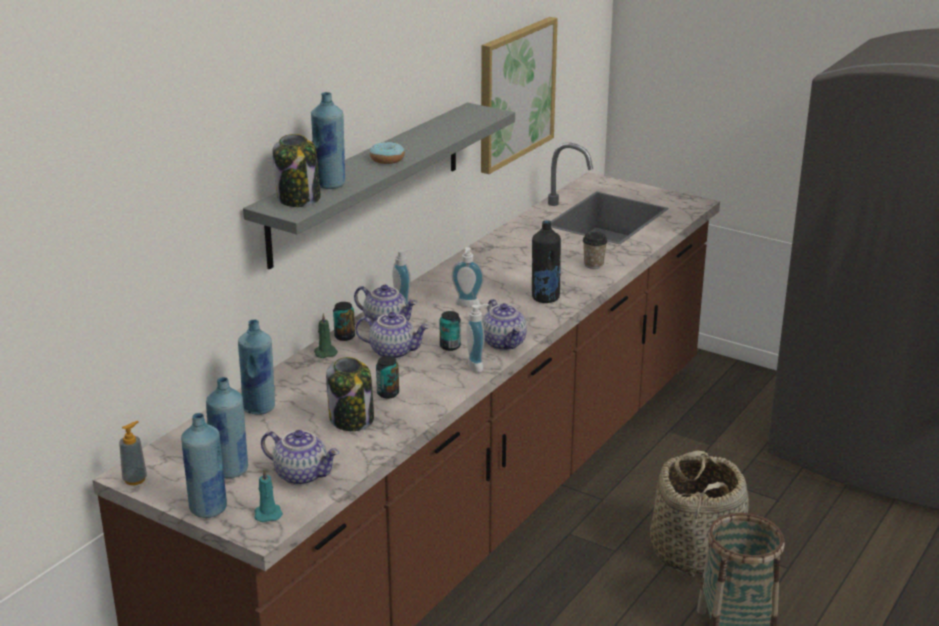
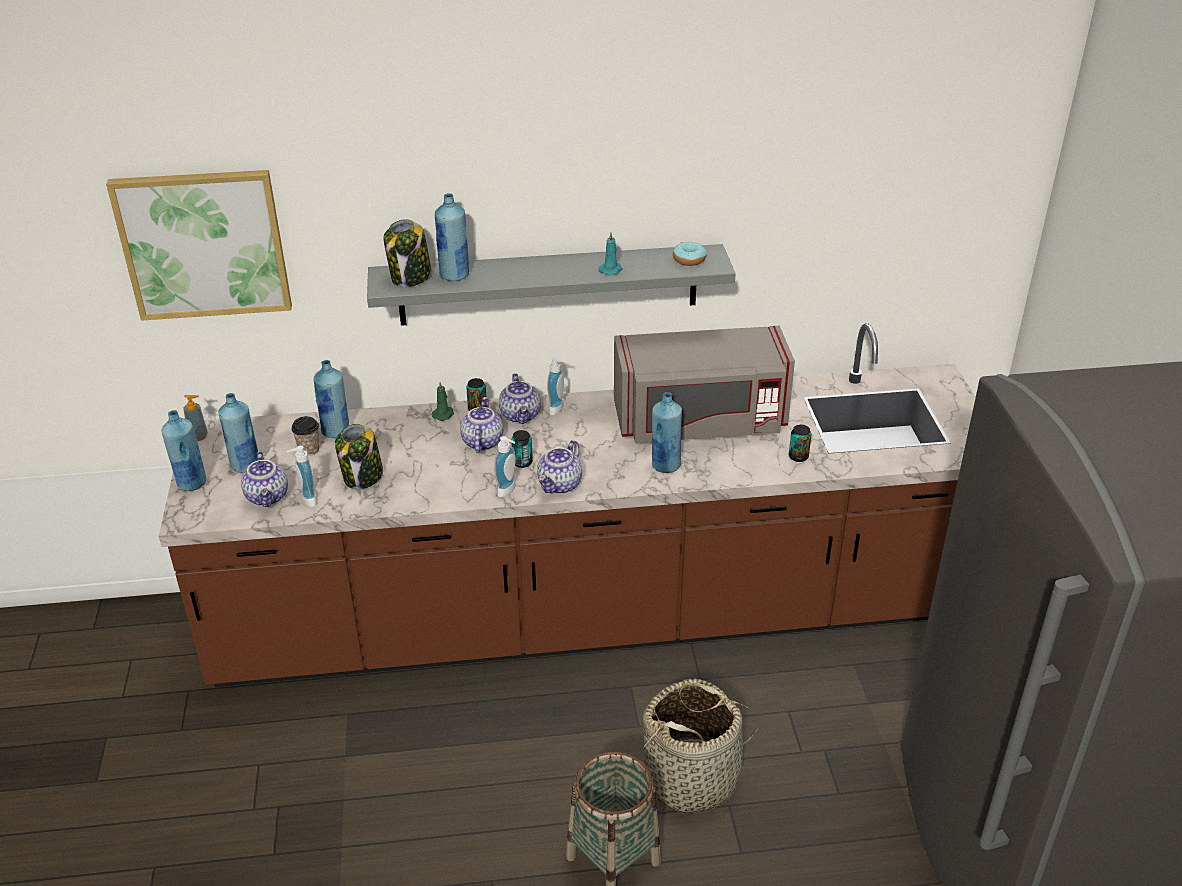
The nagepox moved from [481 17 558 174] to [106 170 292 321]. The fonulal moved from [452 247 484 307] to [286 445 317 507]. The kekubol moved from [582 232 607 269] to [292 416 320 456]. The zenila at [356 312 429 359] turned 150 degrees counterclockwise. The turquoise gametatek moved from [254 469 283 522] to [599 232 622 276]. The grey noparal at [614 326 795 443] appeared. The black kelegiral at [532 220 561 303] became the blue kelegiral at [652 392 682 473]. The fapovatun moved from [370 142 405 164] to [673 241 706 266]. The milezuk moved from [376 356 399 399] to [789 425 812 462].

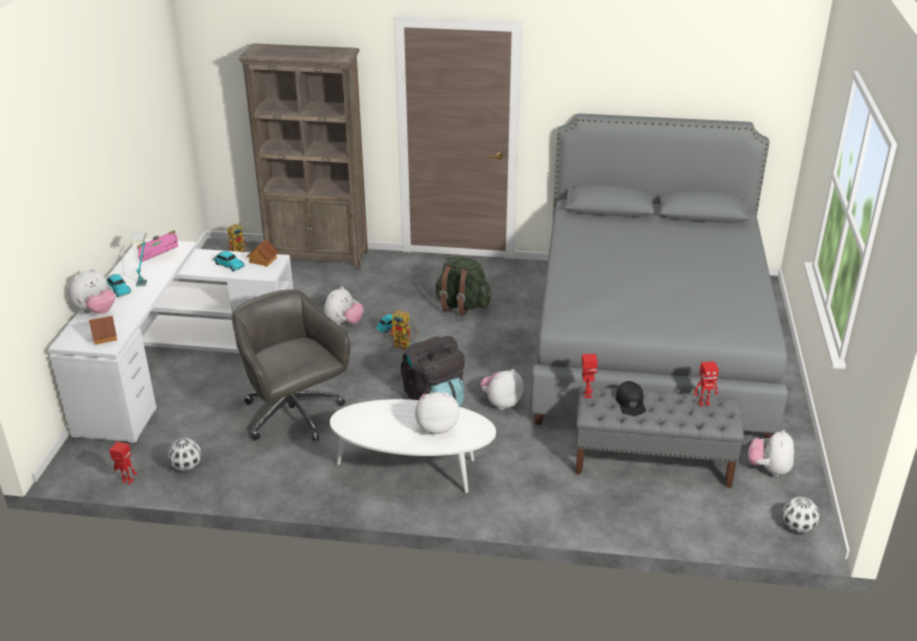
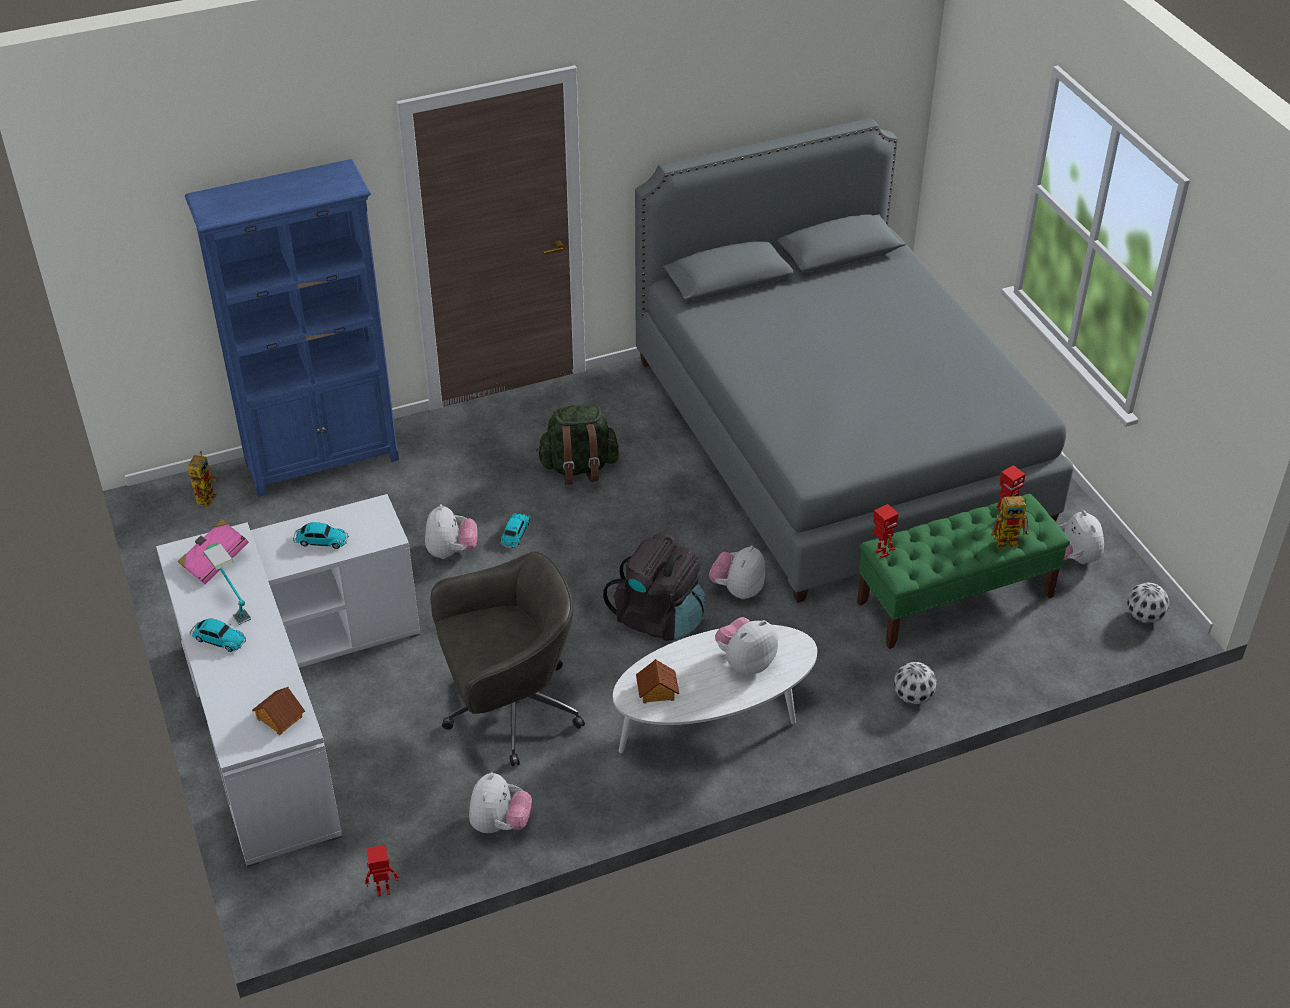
The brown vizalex at [238 43 368 270] became the blue vizalex at [185 159 399 497]. The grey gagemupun at [232 290 350 441] turned 135 degrees clockwise. The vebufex moved from [68 268 115 314] to [469 772 532 833]. The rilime moved from [246 239 279 267] to [636 659 679 704]. The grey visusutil at [576 386 744 488] became the green visusutil at [857 494 1070 649]. The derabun moved from [167 438 202 471] to [894 662 937 704]. The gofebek moved from [389 310 418 350] to [991 496 1029 549]. The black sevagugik at [616 381 646 416] disappeared.

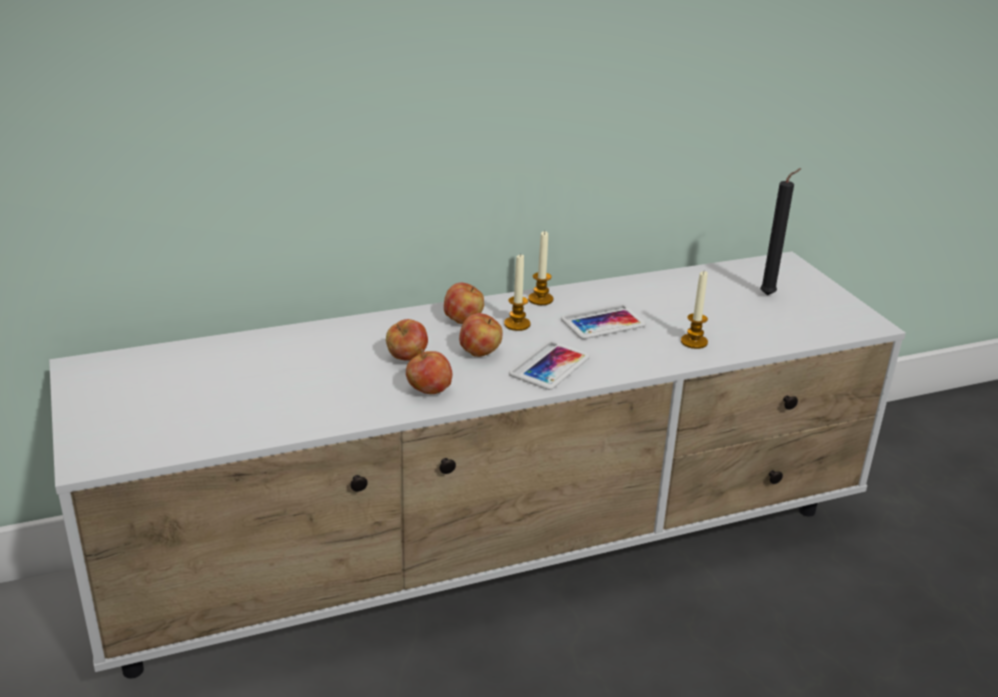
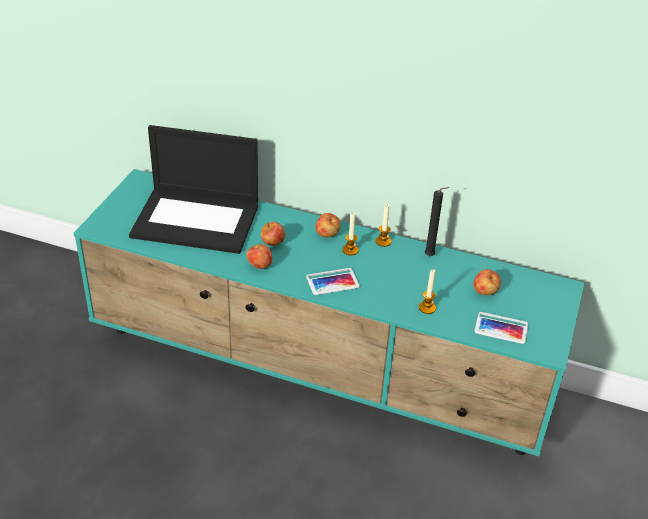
The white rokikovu at [49 251 906 679] became the turquoise rokikovu at [73 169 585 456]. The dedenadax at [129 125 258 254] appeared. The black gametatek moved from [760 168 802 295] to [425 187 450 256]. The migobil moved from [459 313 502 357] to [473 269 501 295]. The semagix moved from [561 304 646 339] to [475 312 528 344].

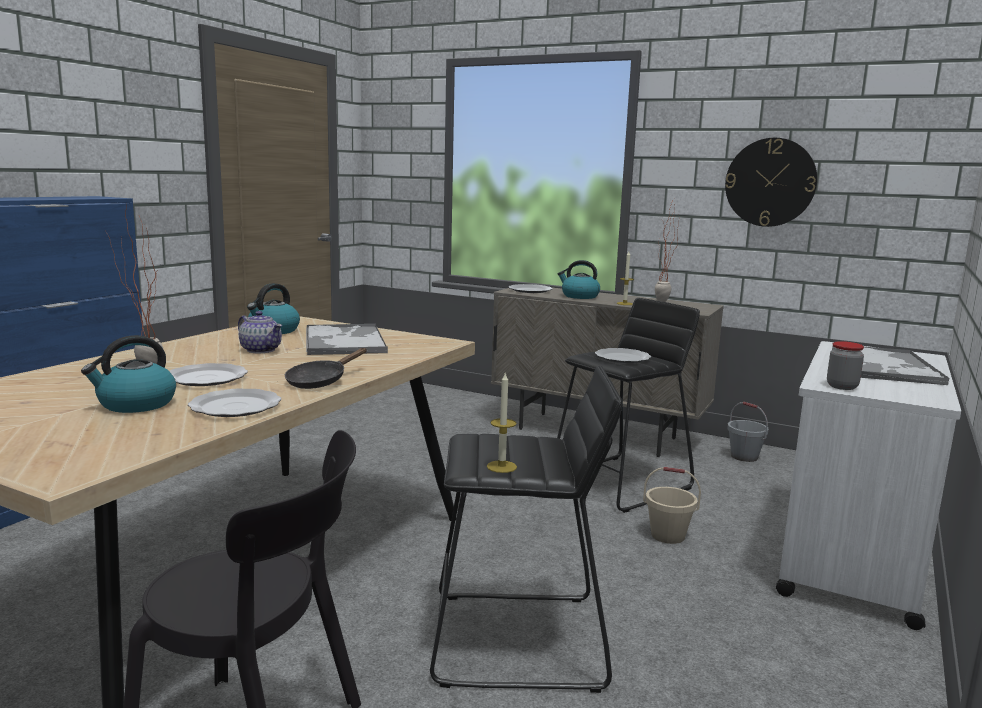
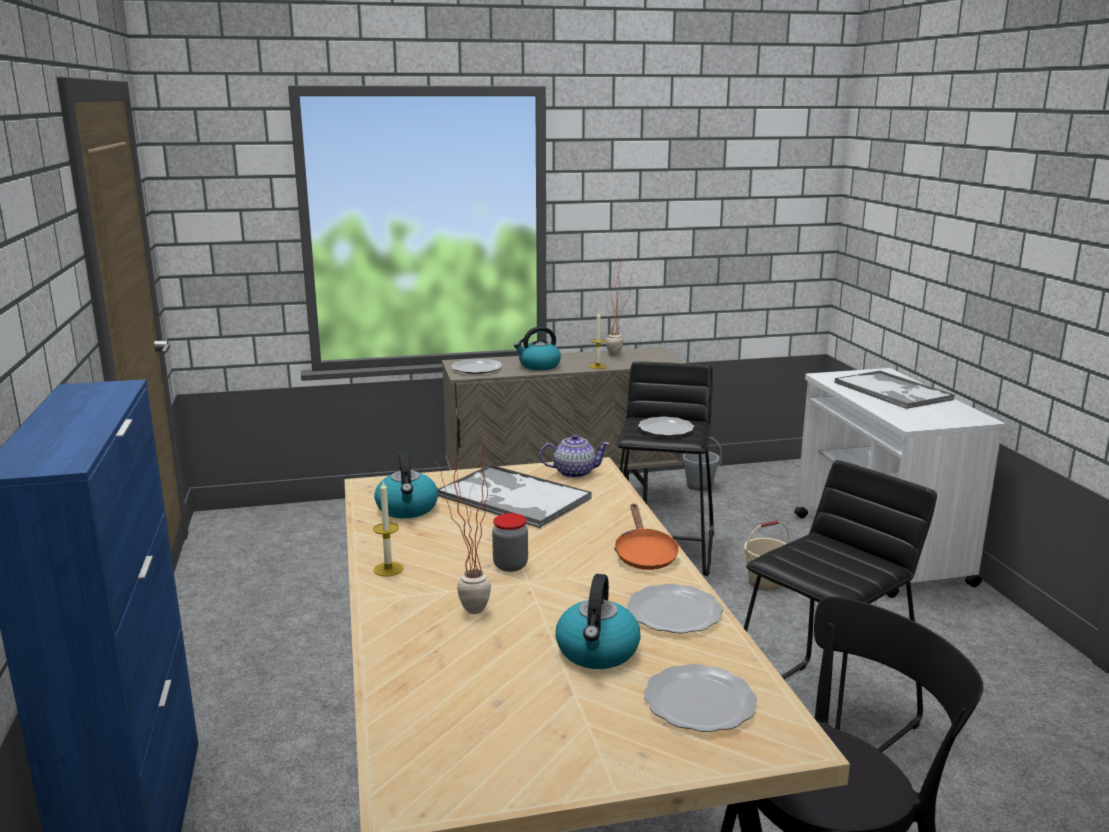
The gametatek moved from [487 373 517 473] to [373 482 403 577]. The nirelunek moved from [827 341 864 390] to [492 513 528 572]. The zenila moved from [238 311 282 353] to [540 434 610 478]. The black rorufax at [285 348 367 389] became the orange rorufax at [614 504 679 570]. The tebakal moved from [169 363 248 386] to [644 664 757 732]. The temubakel at [725 138 817 227] disappeared.

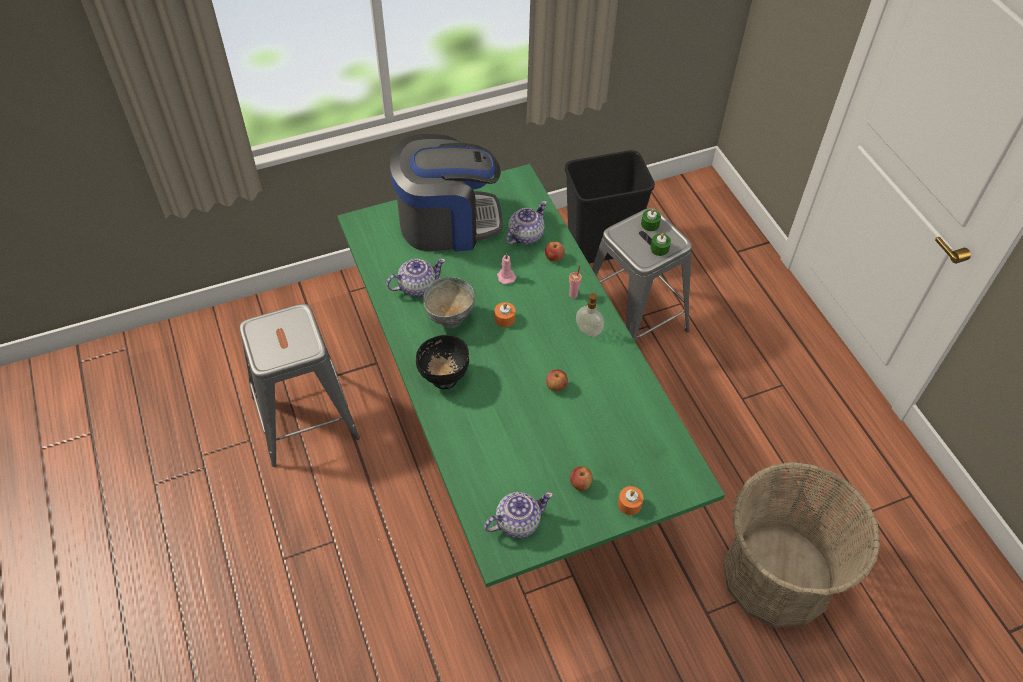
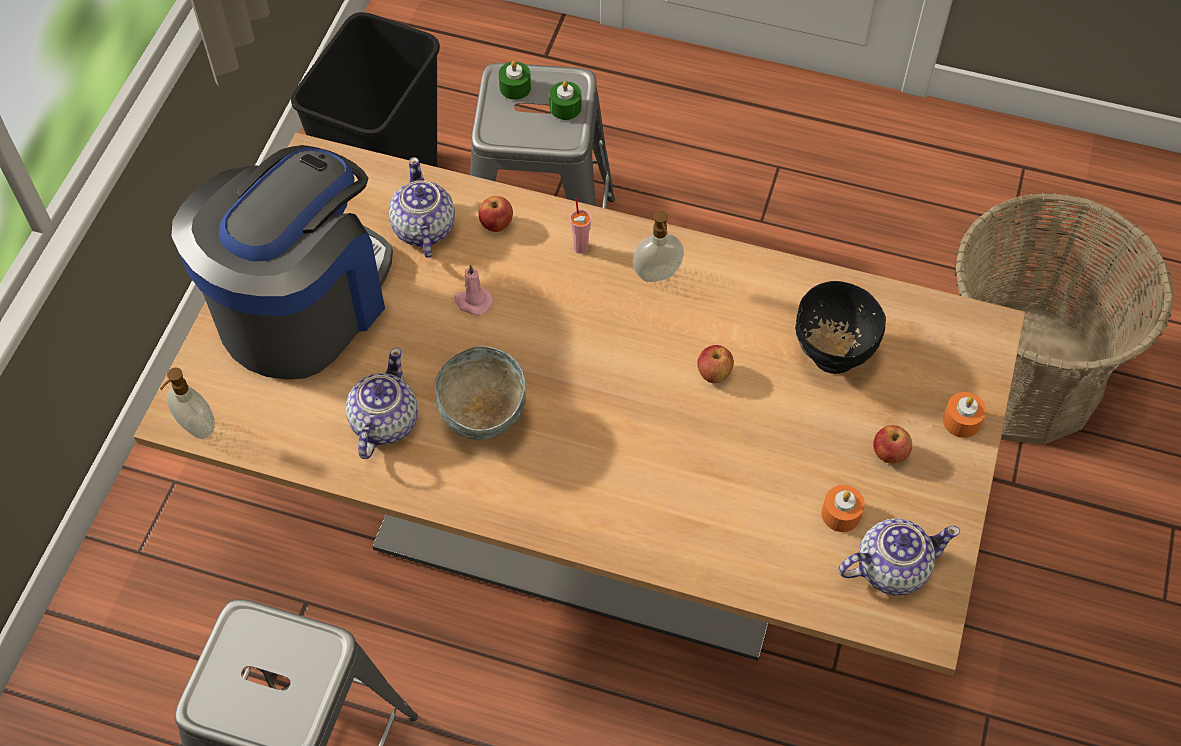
The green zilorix at [338 164 725 588] became the beige zilorix at [133 133 1025 675]. The fonulal at [160 367 215 439] appeared. The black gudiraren moved from [416 335 469 389] to [795 281 886 374]. The orange gametatek moved from [495 302 515 327] to [821 485 865 532]. The zenila at [484 492 553 538] turned 60 degrees clockwise.

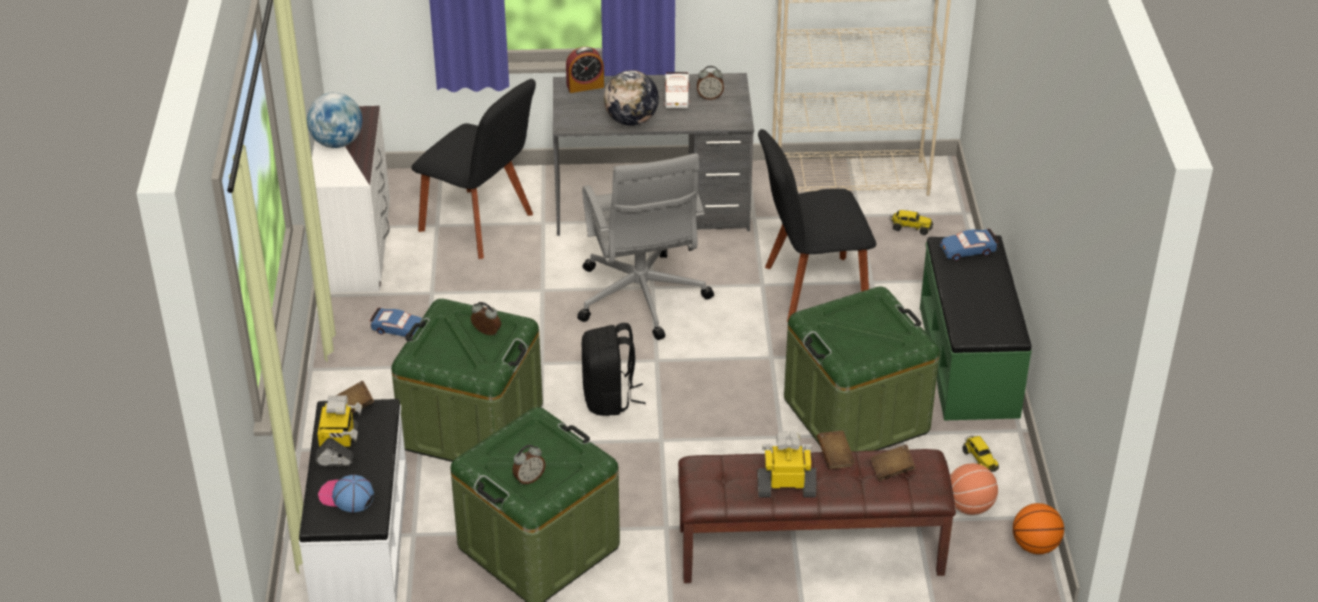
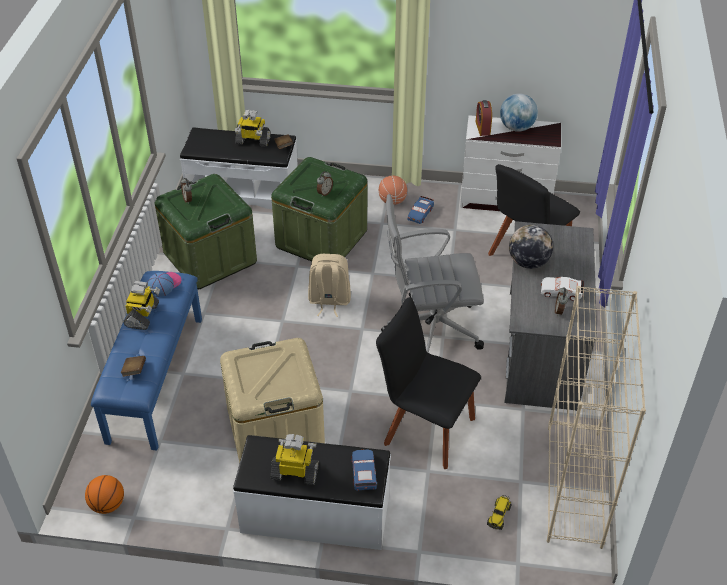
The brown visusutil at [678 449 956 583] became the blue visusutil at [91 271 202 451]. The sevagugik moved from [318 474 374 513] to [147 272 182 297]. The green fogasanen at [784 286 940 451] became the beige fogasanen at [220 338 325 463]. The green visusutil at [920 235 1032 420] became the white visusutil at [233 435 391 550]. The gofebek at [271 434 319 485] appeared. The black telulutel at [582 323 646 416] became the beige telulutel at [308 254 351 317]. The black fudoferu at [758 129 876 322] turned 60 degrees counterclockwise. The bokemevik moved from [950 463 998 515] to [379 175 407 205]. The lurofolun moved from [566 47 604 93] to [476 100 492 136]. The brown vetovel at [817 431 855 469] disappeared. The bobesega at [963 436 999 472] disappeared.

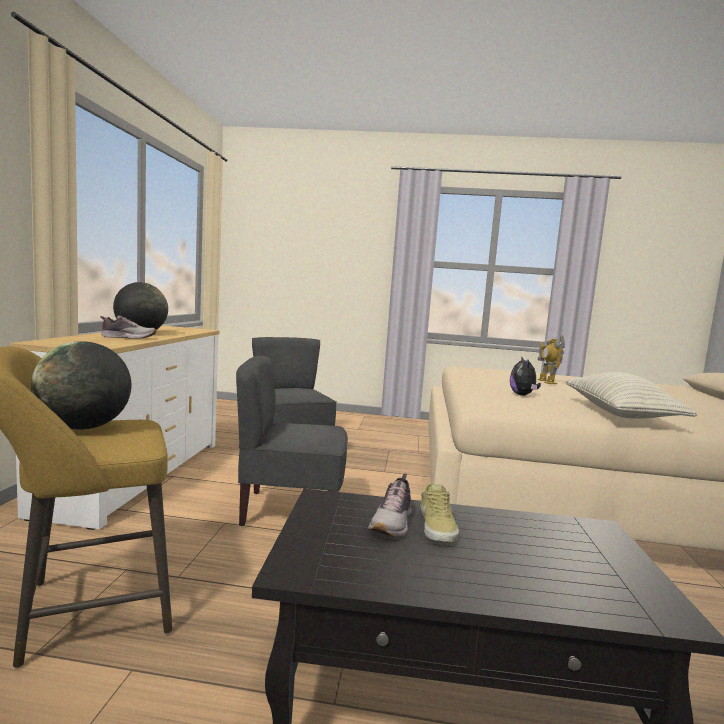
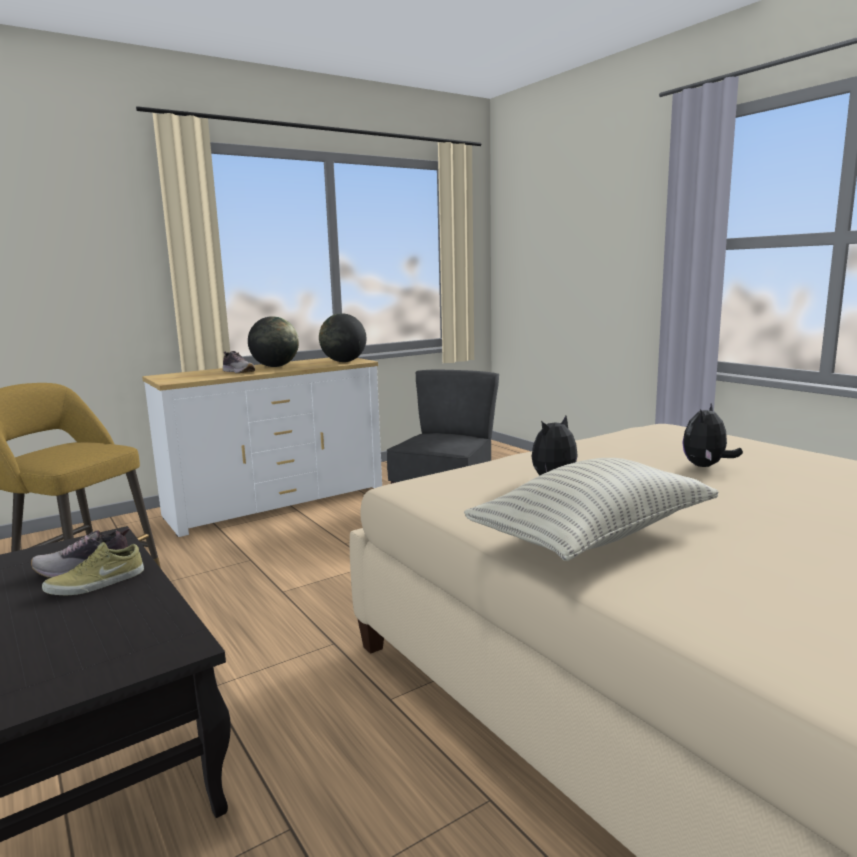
The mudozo moved from [31 341 131 429] to [319 313 366 362]. The gofebek at [538 335 565 384] was replaced by the vebufex at [682 403 743 467]. The grey fudoferu at [236 355 348 526] disappeared.

